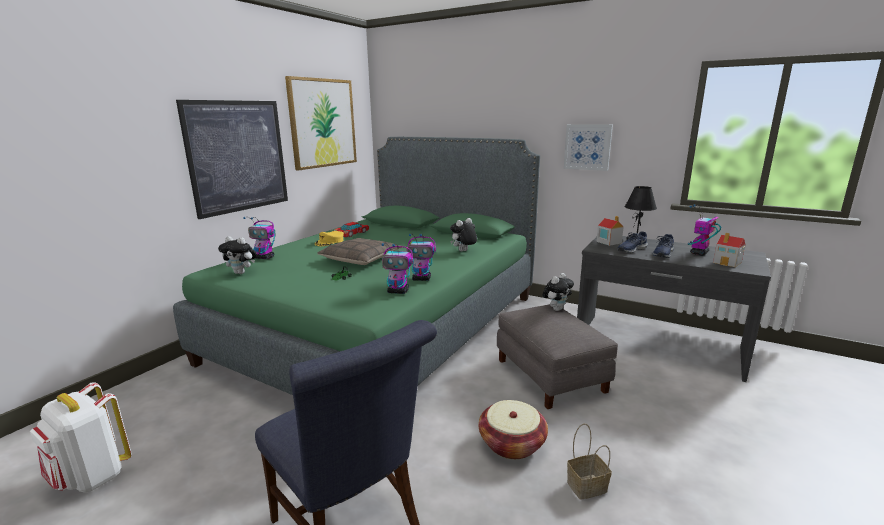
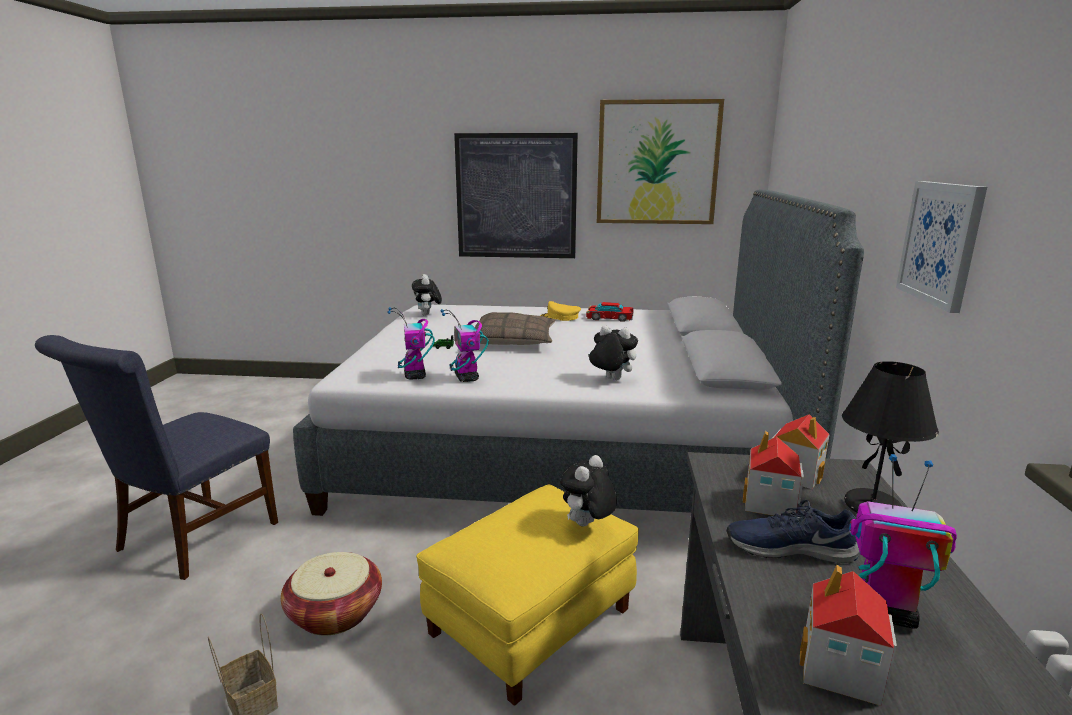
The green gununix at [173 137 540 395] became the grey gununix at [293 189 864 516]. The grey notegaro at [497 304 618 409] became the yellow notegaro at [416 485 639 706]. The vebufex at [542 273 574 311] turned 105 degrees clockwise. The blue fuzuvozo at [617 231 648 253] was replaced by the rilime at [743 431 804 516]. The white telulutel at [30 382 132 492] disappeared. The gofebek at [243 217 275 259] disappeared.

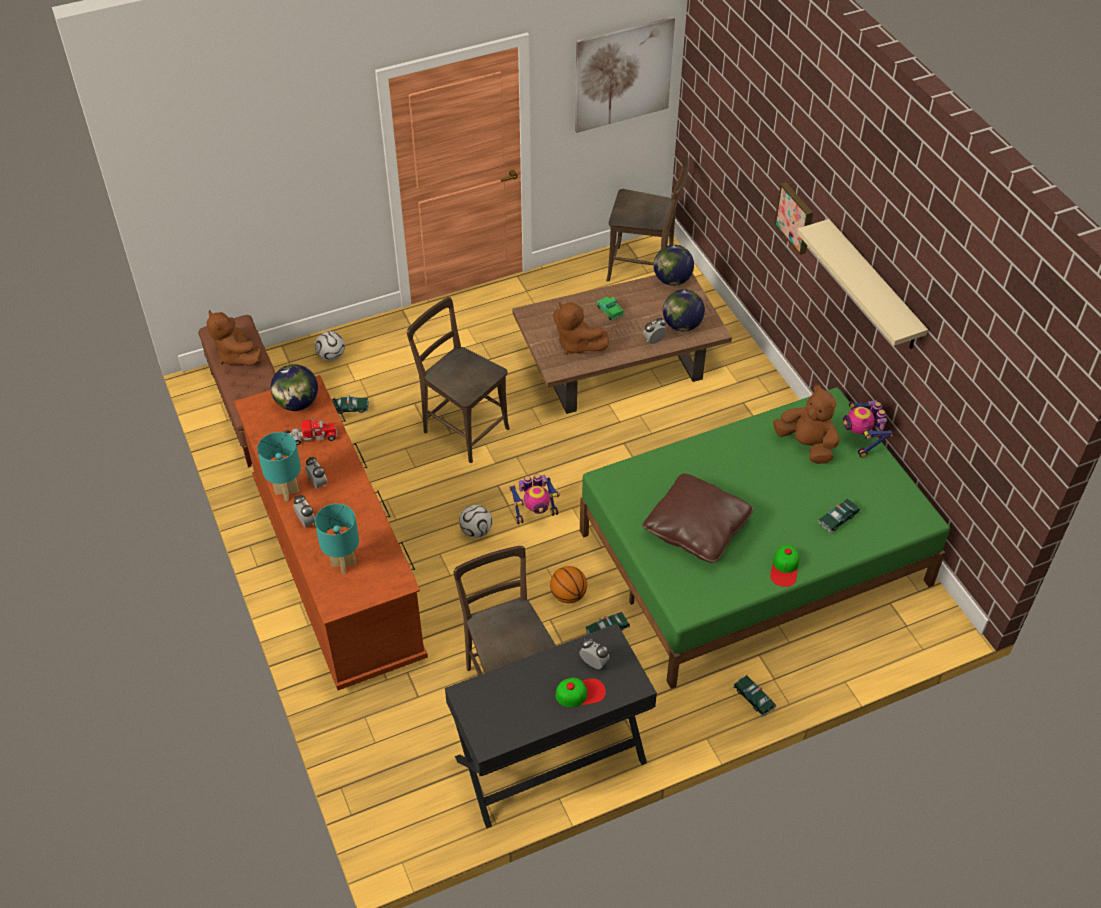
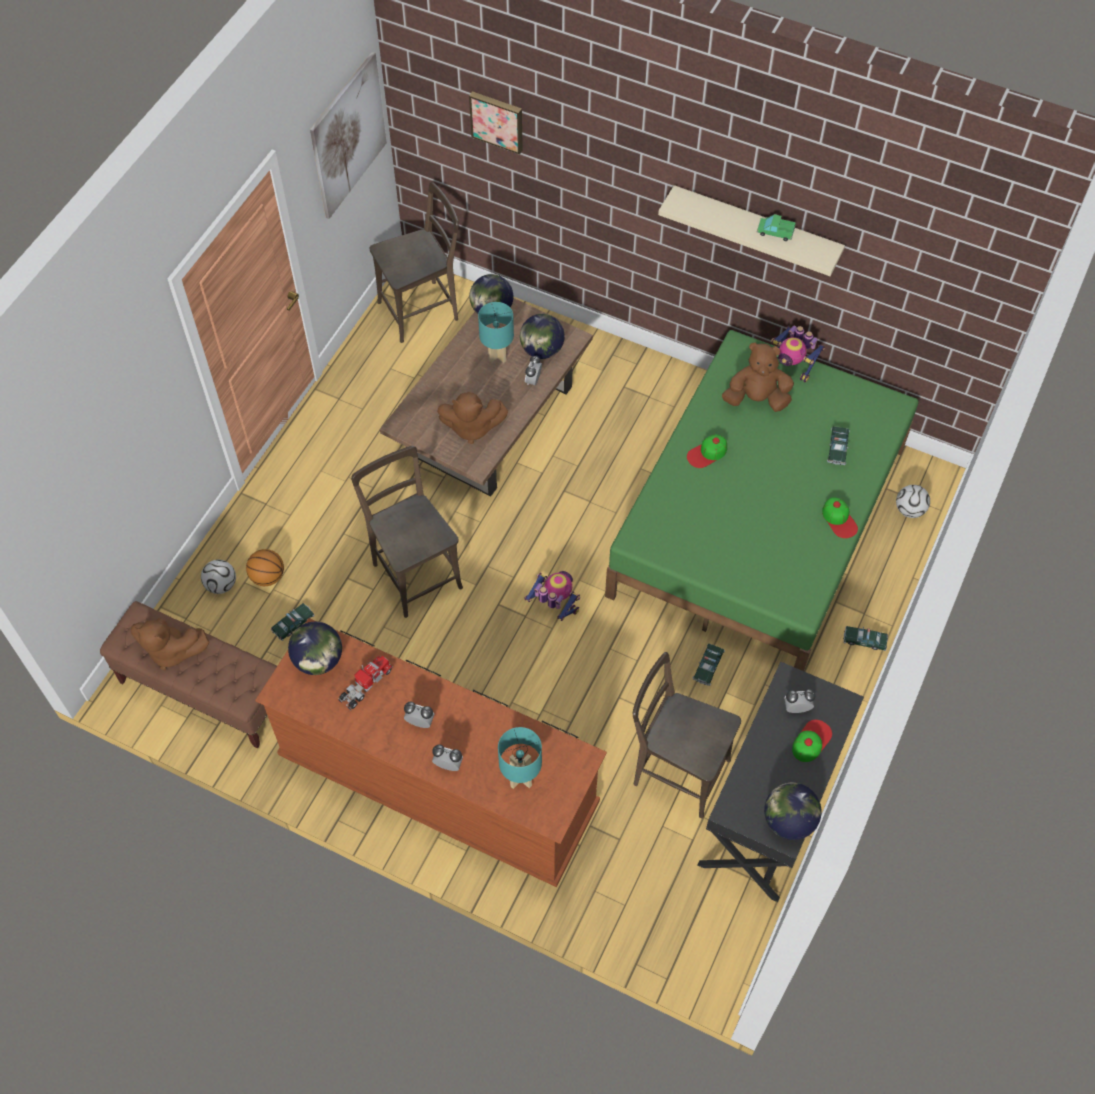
The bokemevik moved from [550 566 587 603] to [246 549 284 586]. The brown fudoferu at [407 297 510 463] turned 60 degrees clockwise. The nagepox moved from [774 182 813 255] to [469 91 523 155]. The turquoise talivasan moved from [257 432 301 501] to [478 302 514 363]. The gofebek at [509 474 560 524] turned 90 degrees counterclockwise. The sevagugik at [687 435 727 468] appeared. The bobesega moved from [596 297 624 321] to [757 214 796 241]. The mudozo at [764 783 822 840] appeared. The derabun moved from [459 505 492 538] to [896 485 930 518]. The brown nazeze at [642 474 754 563] disappeared.

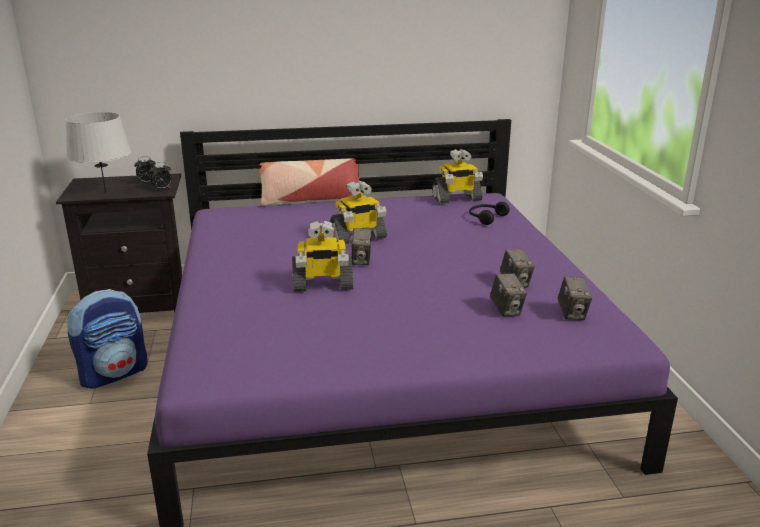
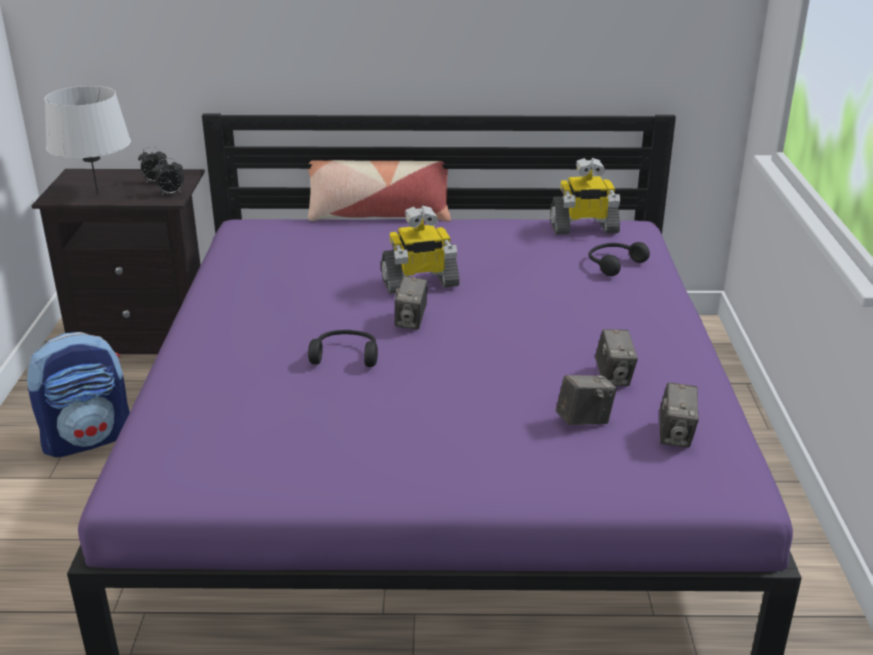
The gofebek at [292 221 353 292] was replaced by the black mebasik at [308 330 378 367]. The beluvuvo at [490 274 527 316] turned 105 degrees counterclockwise.

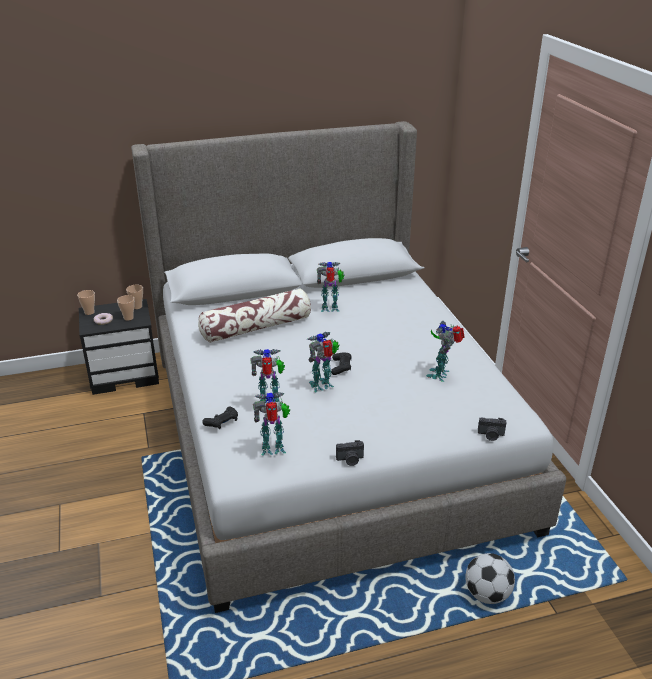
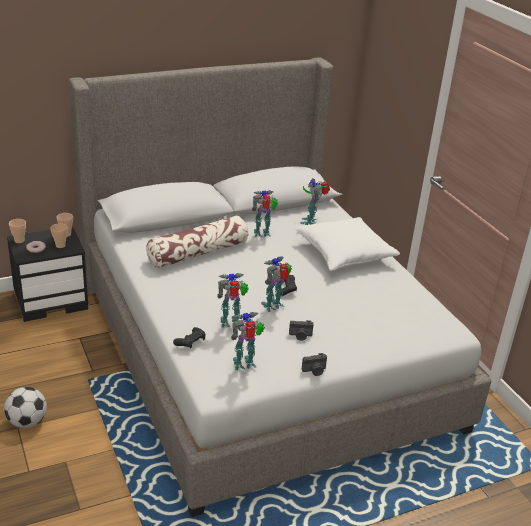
The derabun moved from [465 553 515 604] to [4 387 47 428]. The beluvuvo moved from [478 418 506 441] to [289 320 314 341]. The white nazeze at [295 217 400 271] appeared. The gofebek moved from [426 321 465 382] to [300 178 330 225].

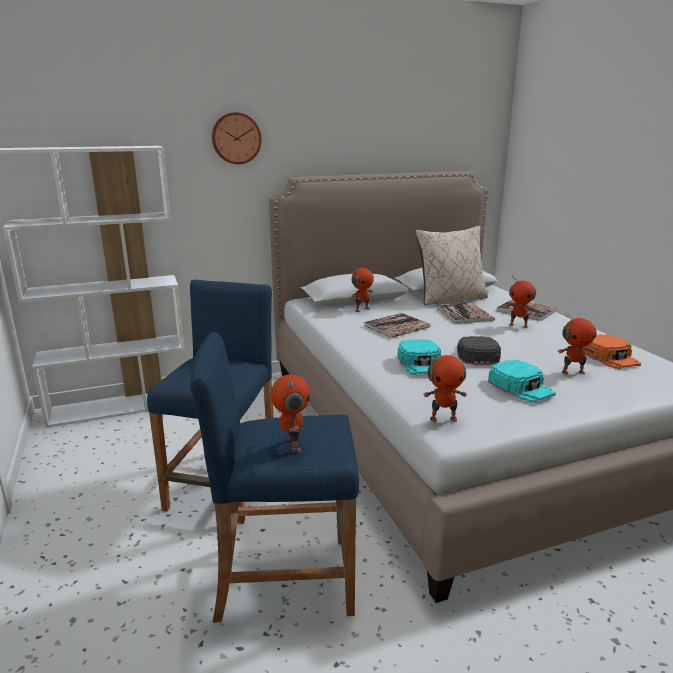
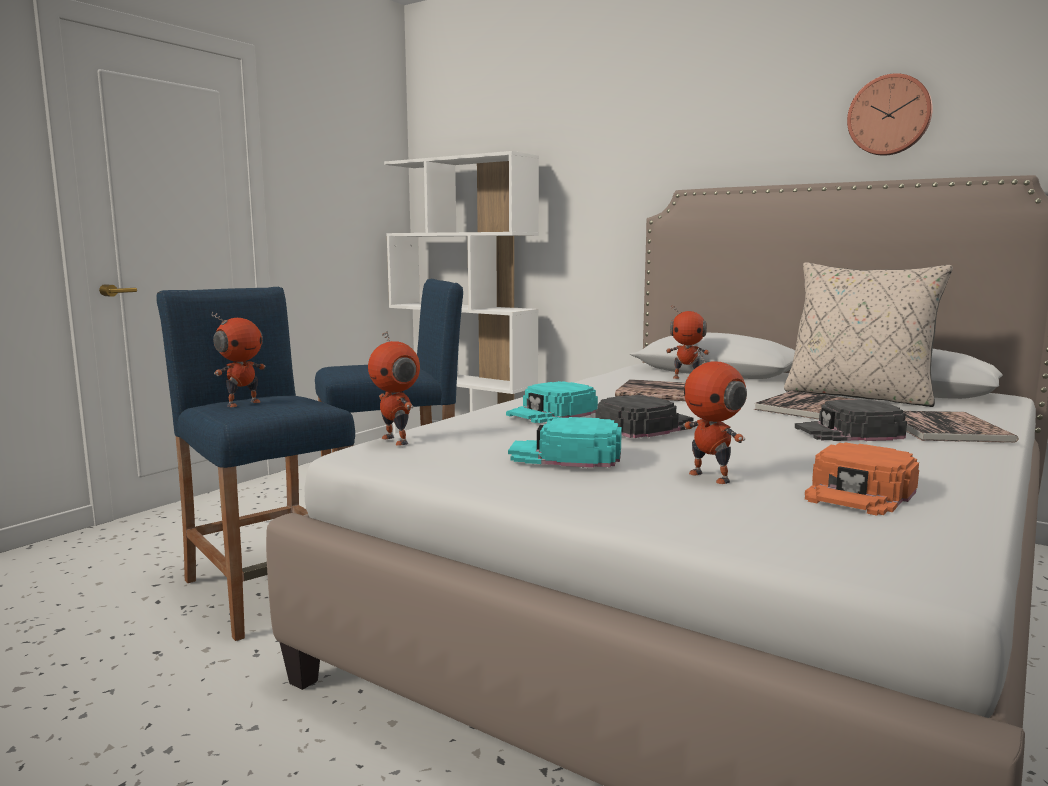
The turquoise sevagugik at [488 359 556 403] turned 75 degrees clockwise. The gofebek at [506 276 536 328] was replaced by the black sevagugik at [795 399 907 441]. The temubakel moved from [212 112 262 164] to [847 73 933 156].

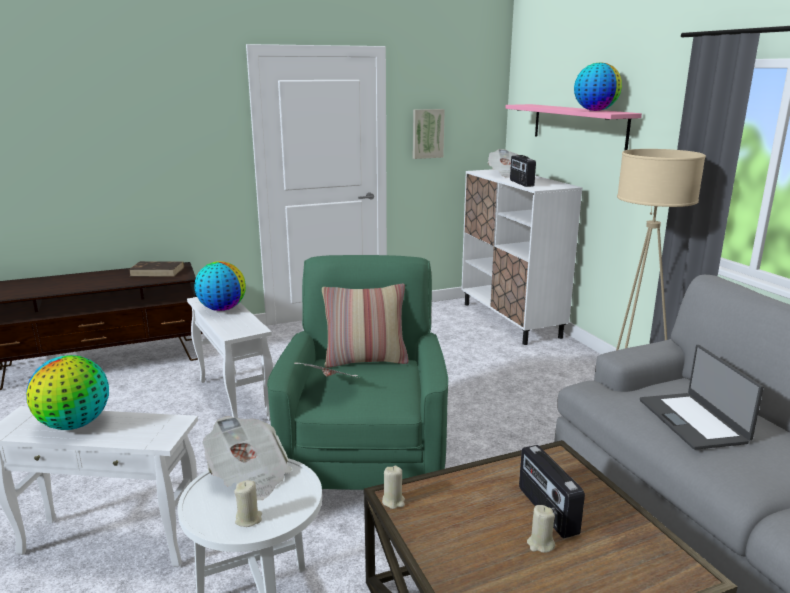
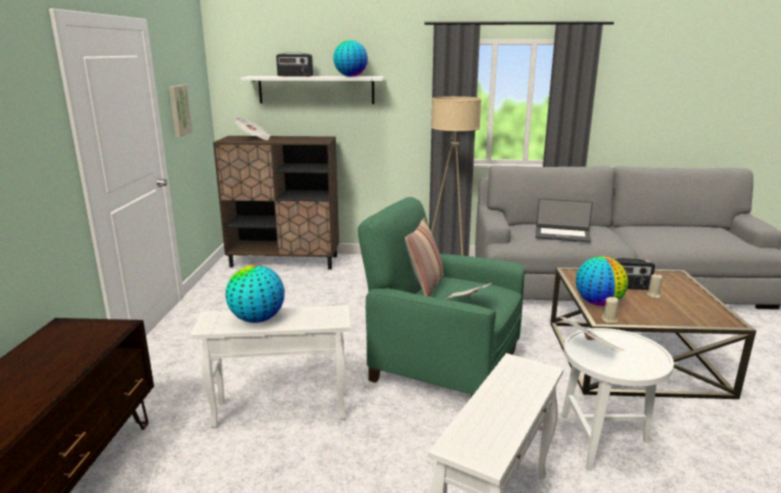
The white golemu at [461 169 583 345] became the brown golemu at [213 136 339 269]. The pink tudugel at [505 104 642 151] became the white tudugel at [240 76 384 104]. The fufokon moved from [510 155 536 187] to [276 52 313 77]. The mudozo moved from [26 355 109 430] to [576 256 628 306]. The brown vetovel at [128 261 184 277] disappeared. The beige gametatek at [234 480 262 527] disappeared.

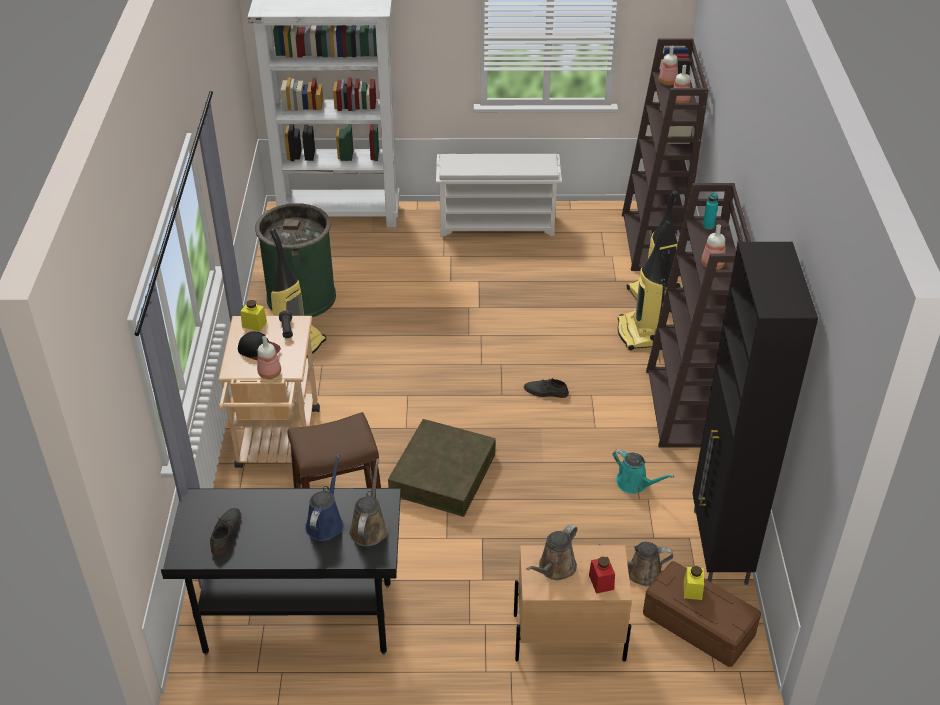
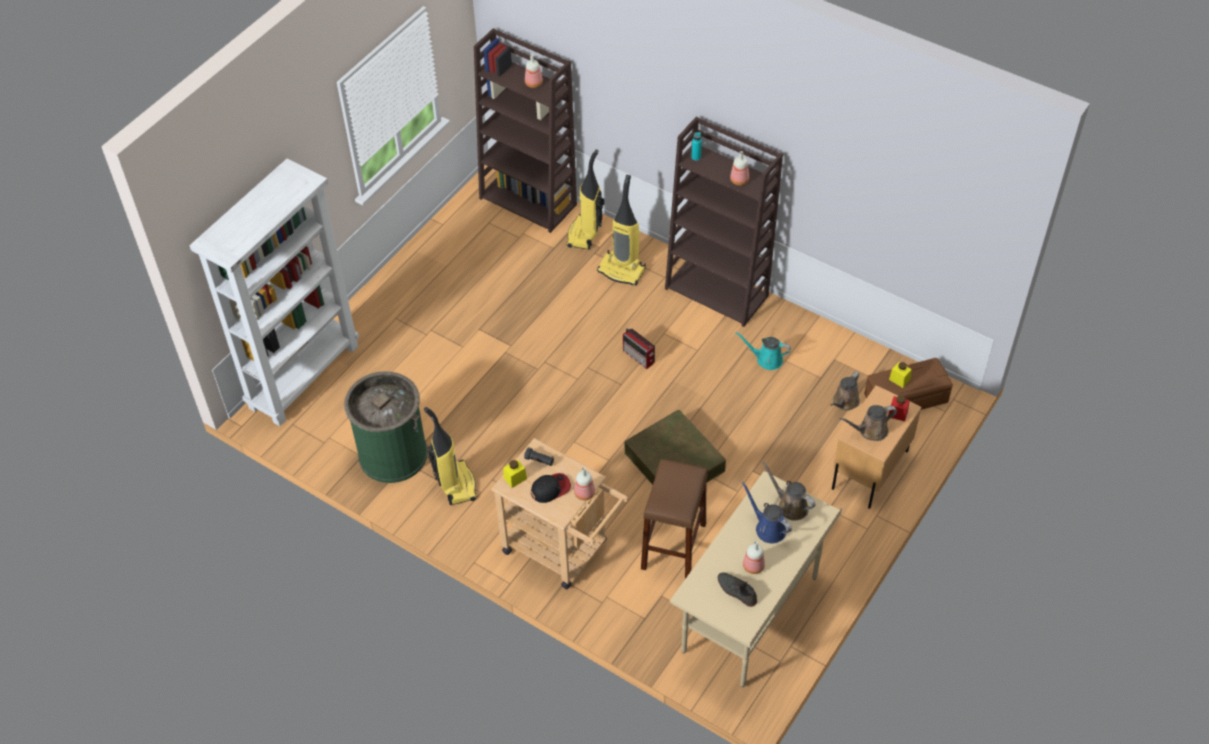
The grey fuzuvozo at [524 378 569 398] was replaced by the fufokon at [623 328 655 369]. The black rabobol at [161 488 401 655] became the beige rabobol at [670 471 842 687]. The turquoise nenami at [613 449 674 494] turned 150 degrees counterclockwise. The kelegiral moved from [659 46 678 86] to [743 541 765 574]. The brown nenami at [526 524 577 580] turned 90 degrees clockwise. The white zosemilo at [436 154 562 236] disappeared. The black golemu at [692 242 818 585] disappeared.

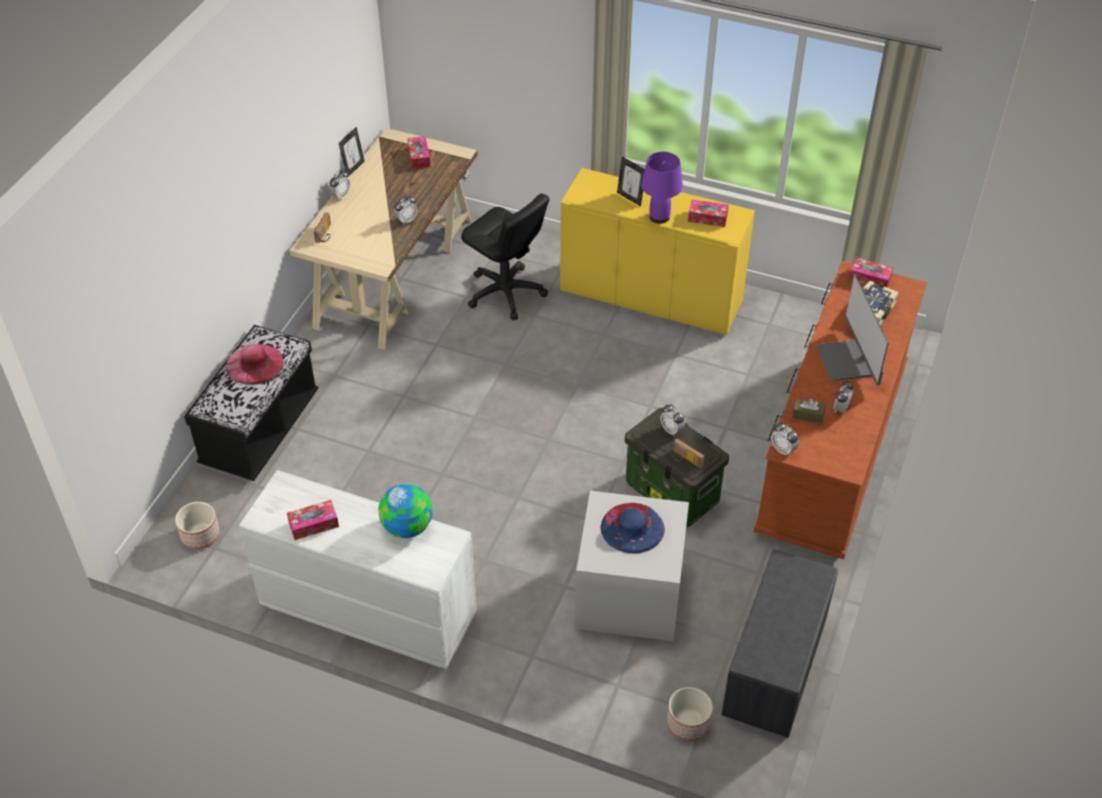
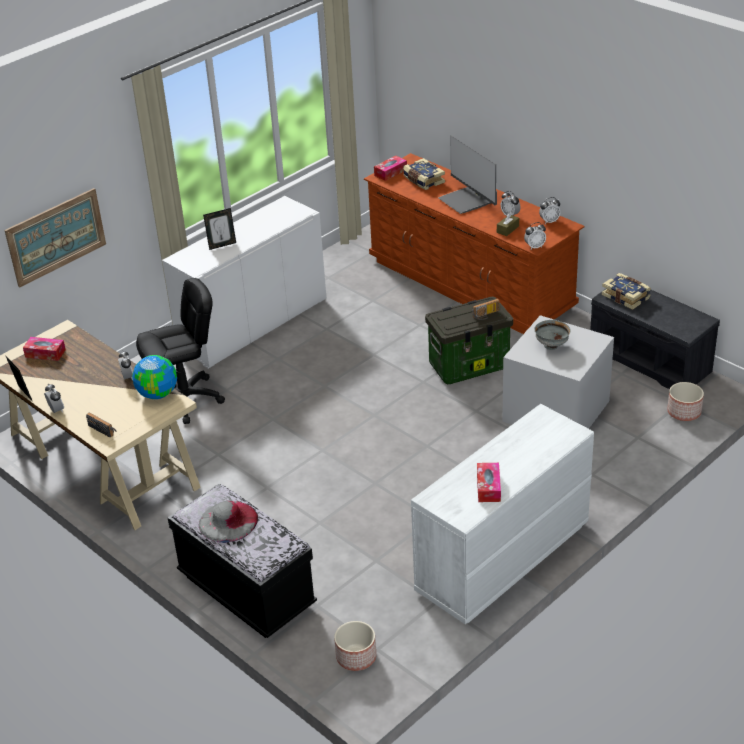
The nagepox at [4 188 106 287] appeared. The mudozo moved from [378 484 433 538] to [132 355 177 399]. The yellow golemu at [560 168 755 335] became the white golemu at [162 196 326 369]. The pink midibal at [226 344 284 385] became the grey midibal at [199 501 258 543]. The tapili at [816 275 889 385] turned 45 degrees clockwise. The blue midibal at [601 503 665 554] was replaced by the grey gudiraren at [534 320 571 350]. The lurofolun moved from [661 404 685 436] to [539 197 561 224]. The vetovel at [602 273 651 310] appeared. The purple talivasan at [641 152 683 224] disappeared. The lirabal at [688 200 729 227] disappeared.

